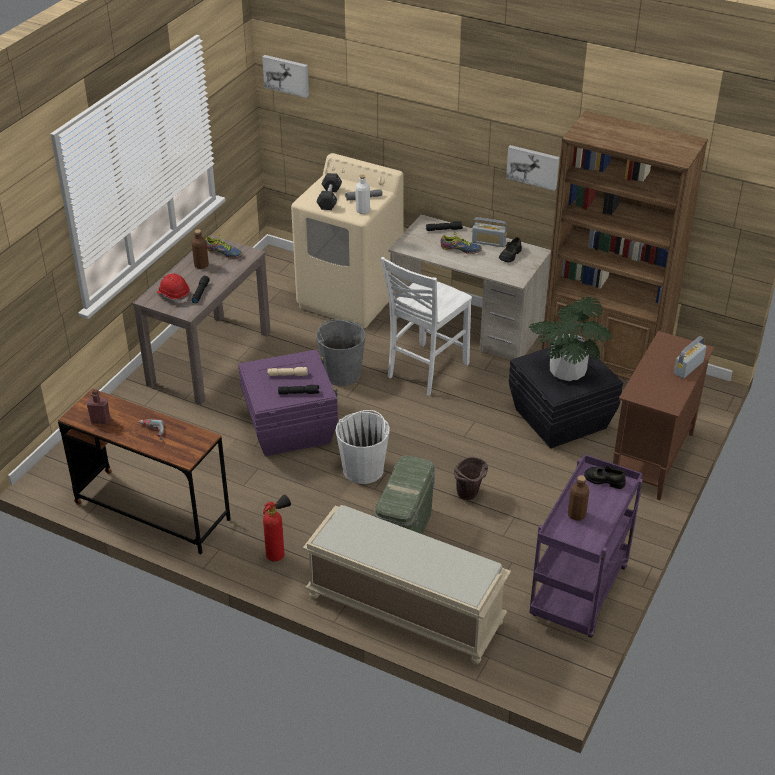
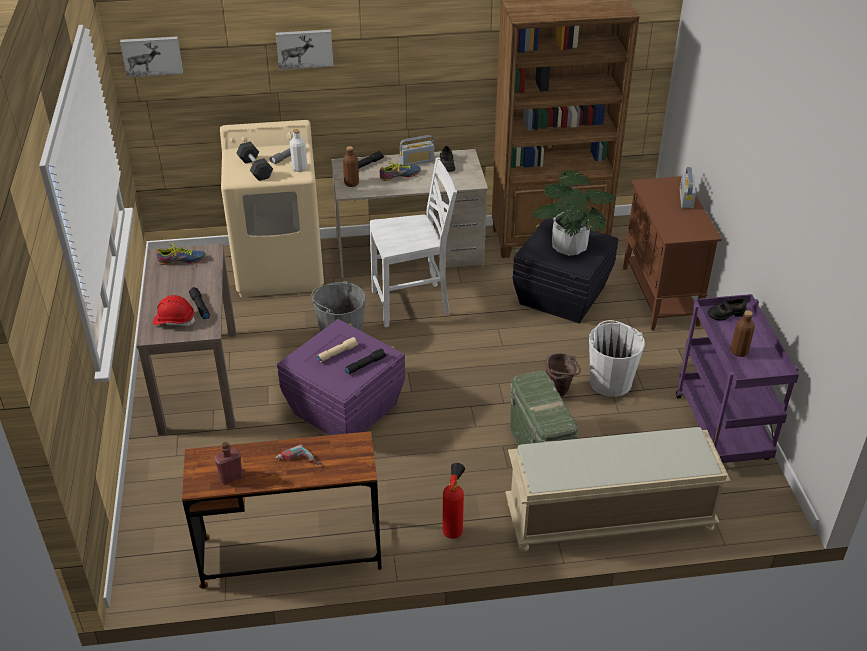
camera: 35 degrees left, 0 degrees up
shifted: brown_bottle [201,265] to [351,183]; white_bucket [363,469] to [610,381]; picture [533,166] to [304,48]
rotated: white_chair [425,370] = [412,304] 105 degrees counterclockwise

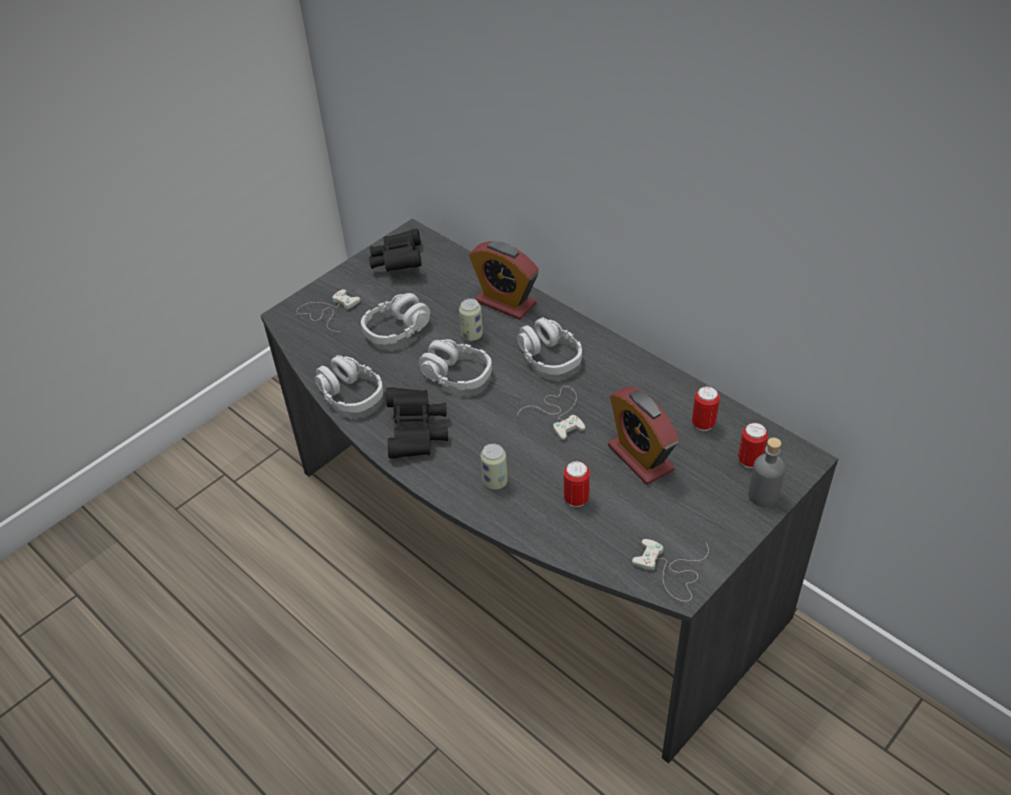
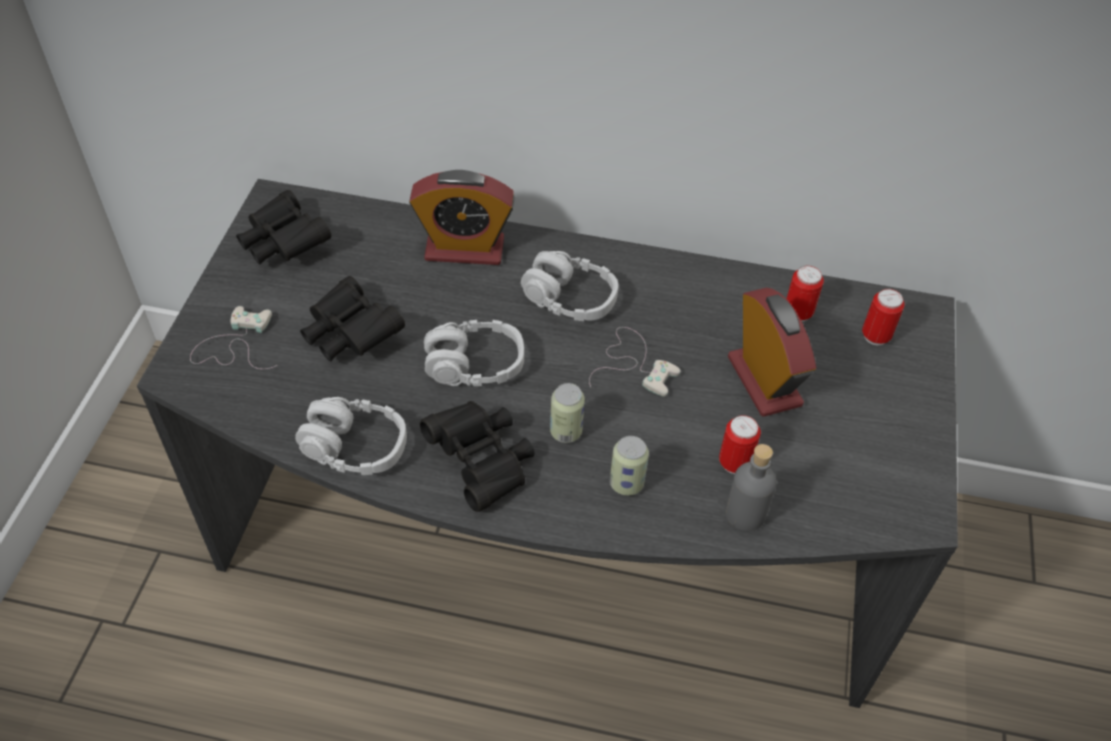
camera: 35 degrees left, 5 degrees up
gone: white_game_controller [671,571]
shifted: can [472,335] to [566,431]; grey_bottle [763,495] to [745,514]
swapped: grey_headphones [396,329] to black_binoculars [350,334]
rotated: alarm_clock [640,457] = [764,381] 135 degrees counterclockwise

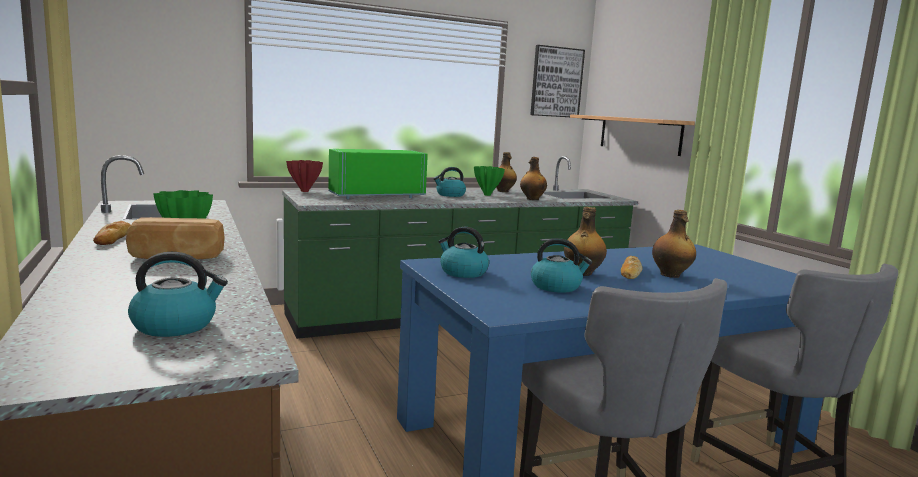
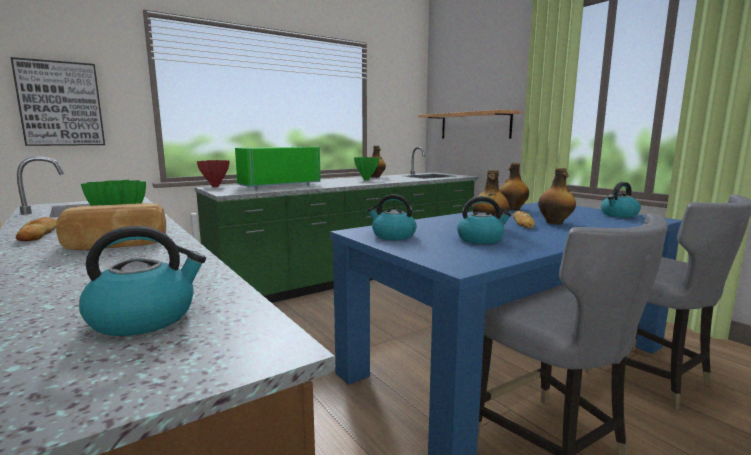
camera: 10 degrees left, 0 degrees up
shifted: kettle [450,195] to [619,215]; bottle [532,199] to [512,209]; picture [556,82] to [60,104]

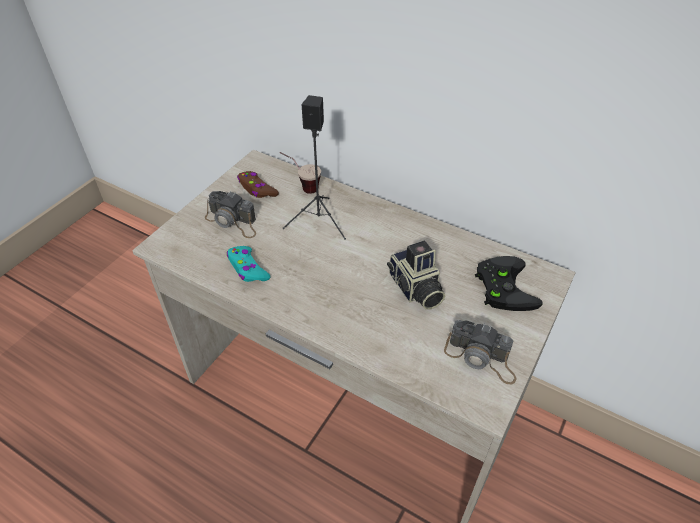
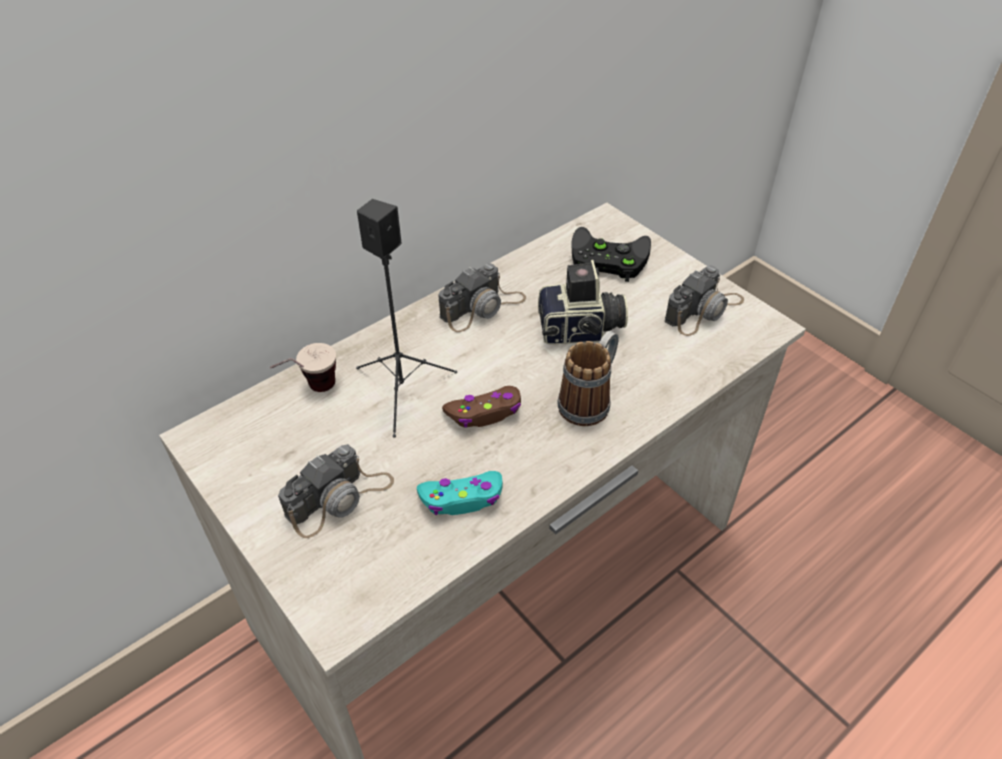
camera: 70 degrees left, 0 degrees up
new: photo_camera [483,307]; mug [590,400]
shifted: brown_game_controller [257,189] to [485,413]

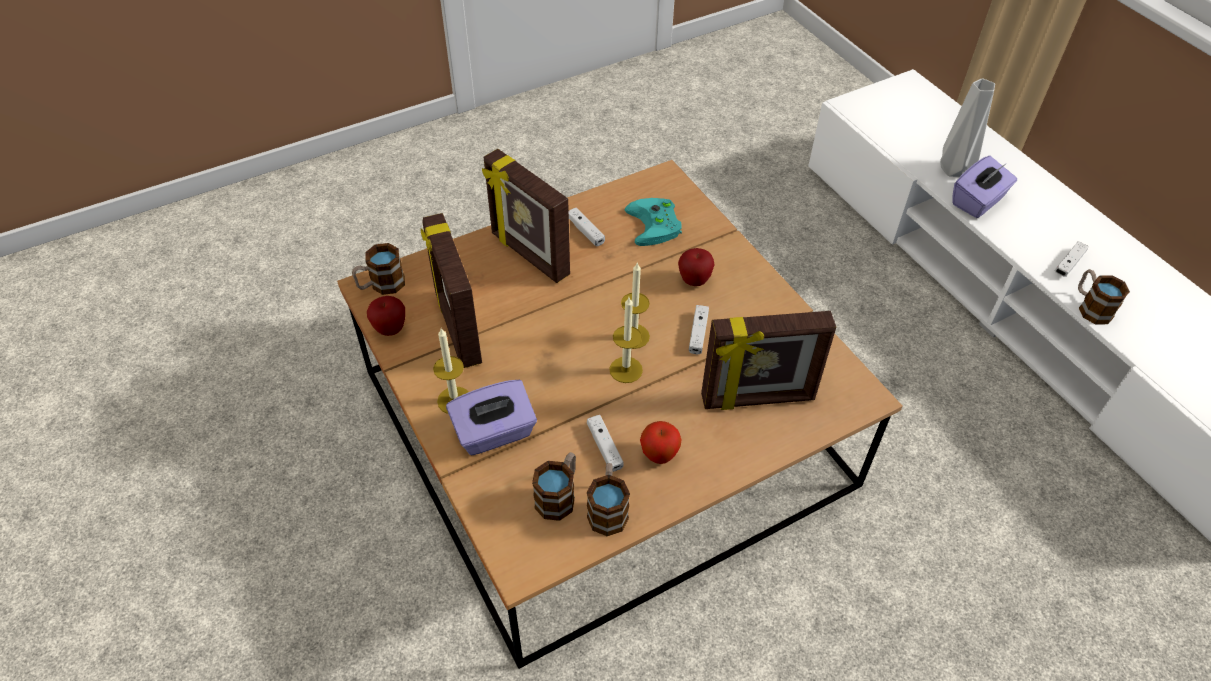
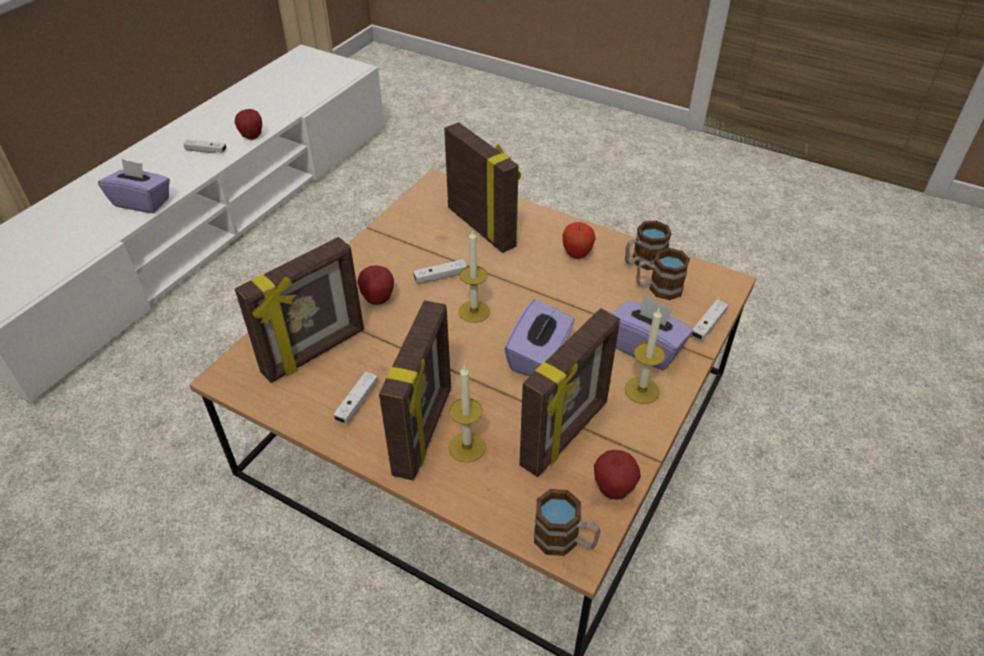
camera: 120 degrees left, 5 degrees down
gone: grey_vase [953,171]
new: purple_tissue_box [539,357]
shifted: white_game_controller [604,447] to [708,325]; candle [626,370] to [467,447]
swapped: turquoise_game_controller [656,226] to picture_frame [315,352]; mug [1090,307] to apple [252,137]

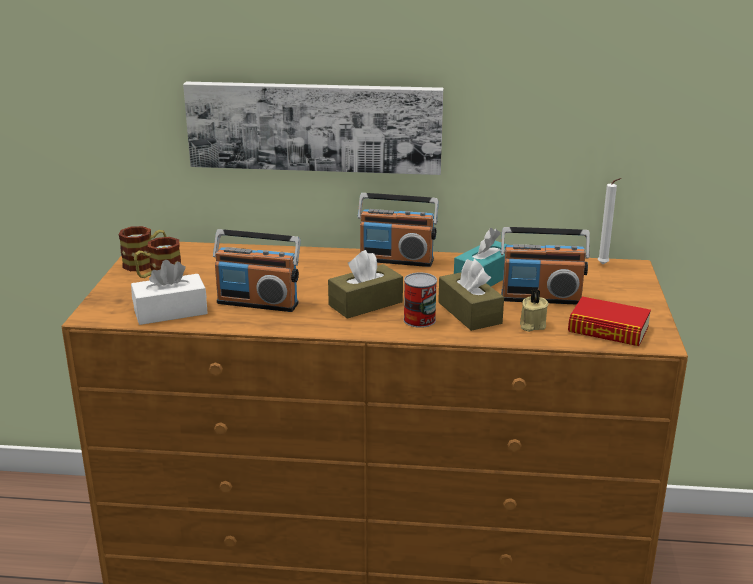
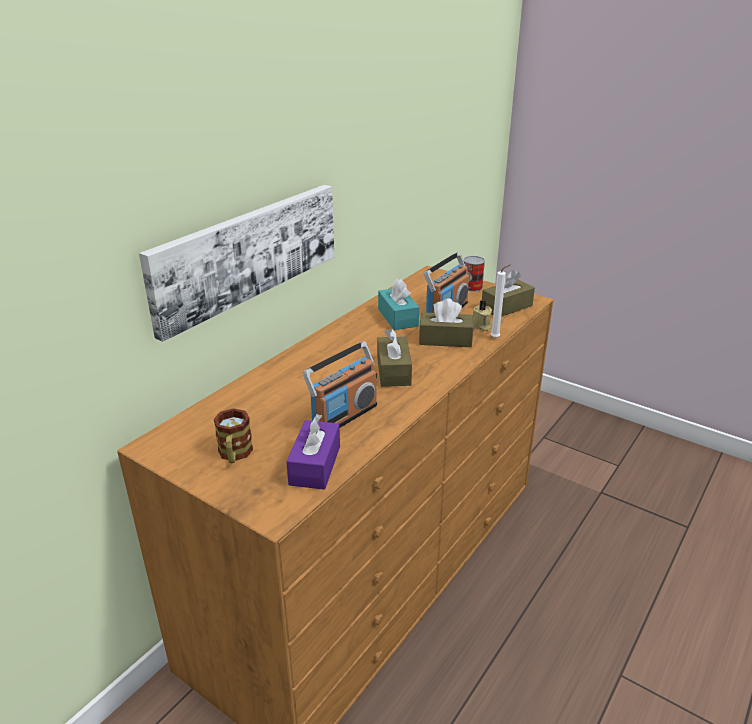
camera: 60 degrees left, 5 degrees up
gone: mug [145,263]; radio [396,260]
shifted: can [419,320] to [472,287]; white_candle [604,265] to [496,338]
swapped: book [608,329] to brown_tissue_box [506,307]
repainted: white_tissue_box [170,312] to purple_tissue_box [315,465]

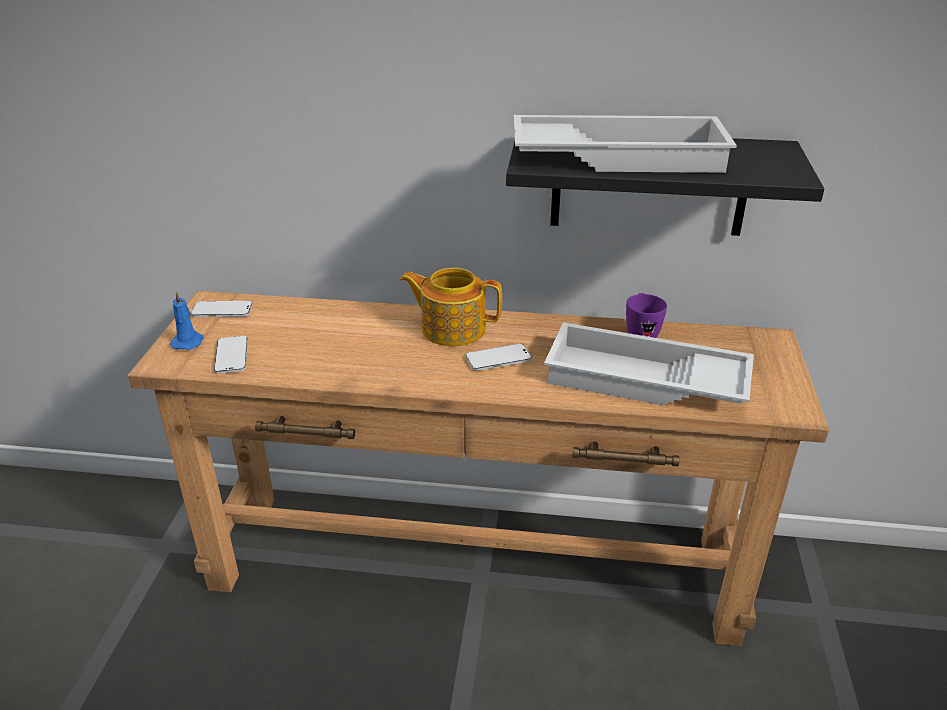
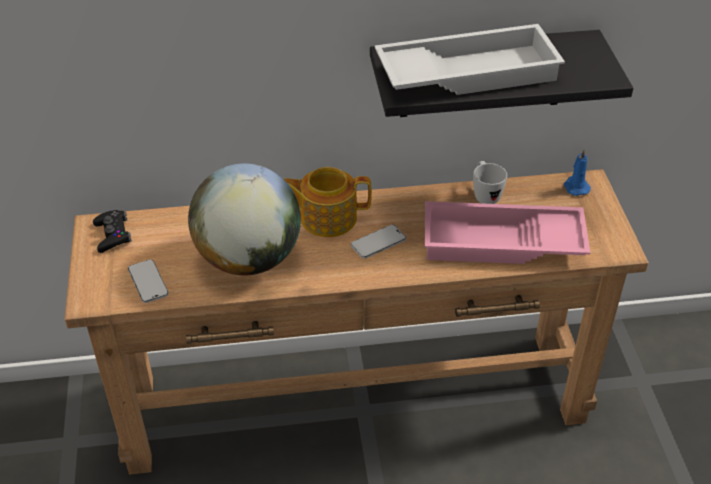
camera: 15 degrees left, 10 degrees up
new: globe [249,259]
shifted: blue_candle [188,341] to [575,187]
swapped: phone [222,311] to black_game_controller [113,235]
repainted: white_tray [644,382] to pink_tray [501,244]; purple_mug [641,333] to white_mug [485,195]

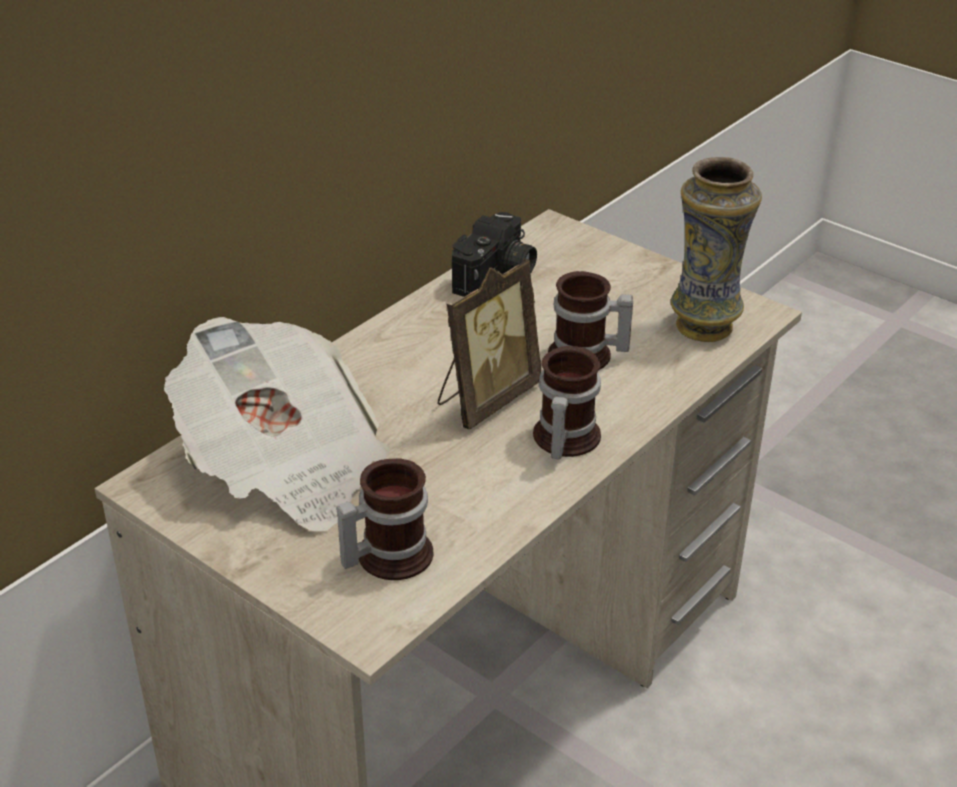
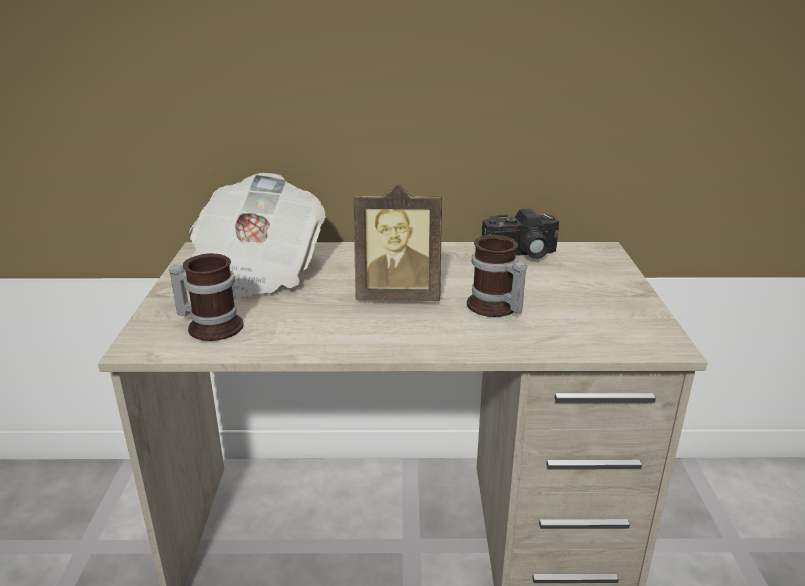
camera: 50 degrees right, 10 degrees down
gone: mug [562,439]; vase [704,325]

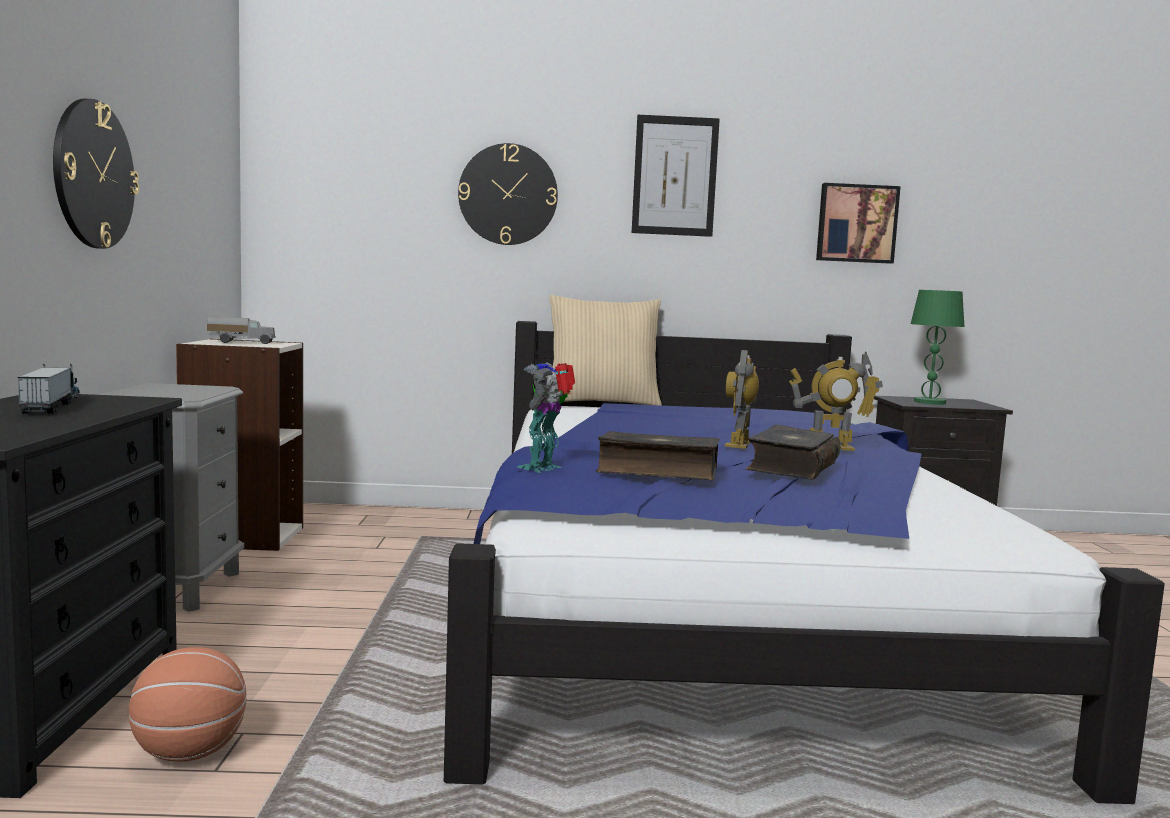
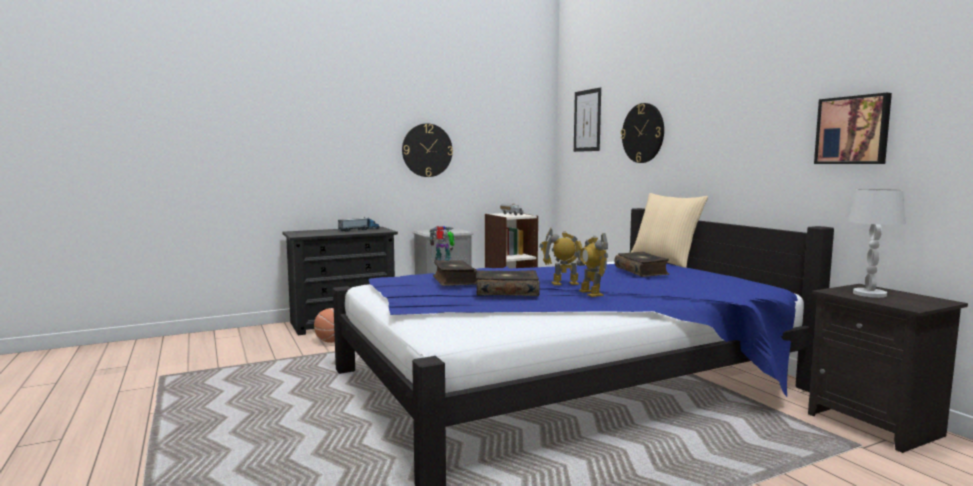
camera: 65 degrees right, 0 degrees up
new: book [642,271]
shifted: picture [675,176] to [587,120]
repainted: green_table_lamp [929,402] to white_table_lamp [869,294]

